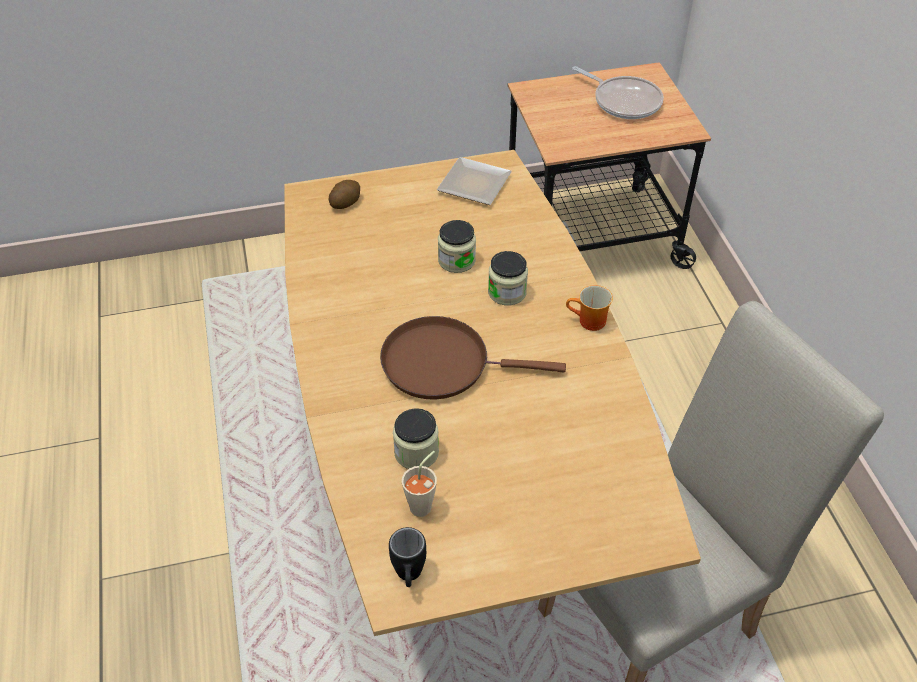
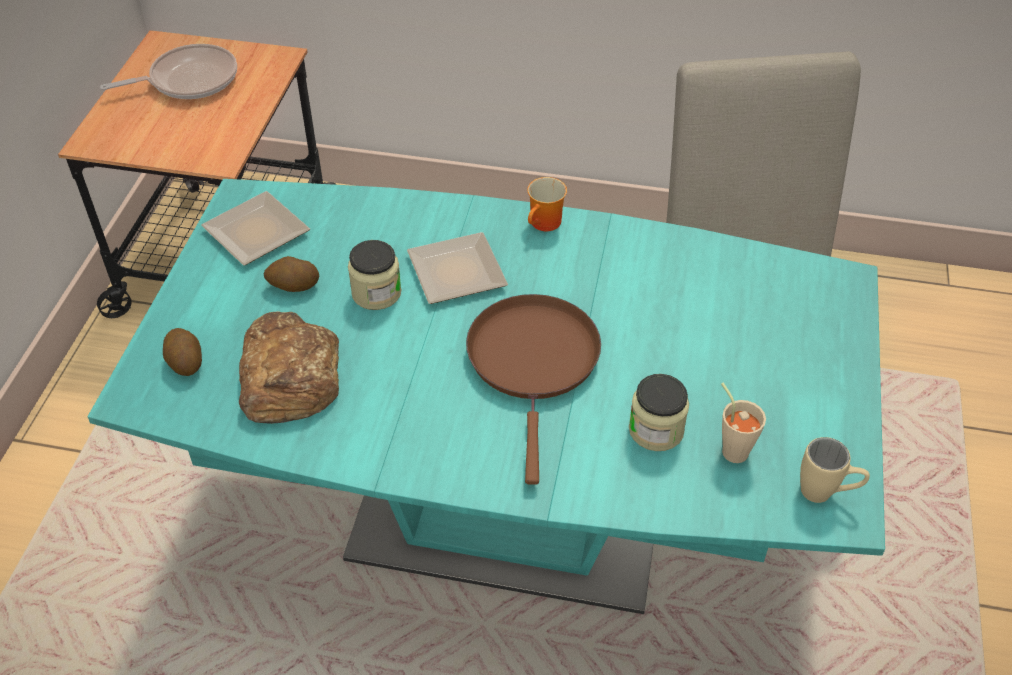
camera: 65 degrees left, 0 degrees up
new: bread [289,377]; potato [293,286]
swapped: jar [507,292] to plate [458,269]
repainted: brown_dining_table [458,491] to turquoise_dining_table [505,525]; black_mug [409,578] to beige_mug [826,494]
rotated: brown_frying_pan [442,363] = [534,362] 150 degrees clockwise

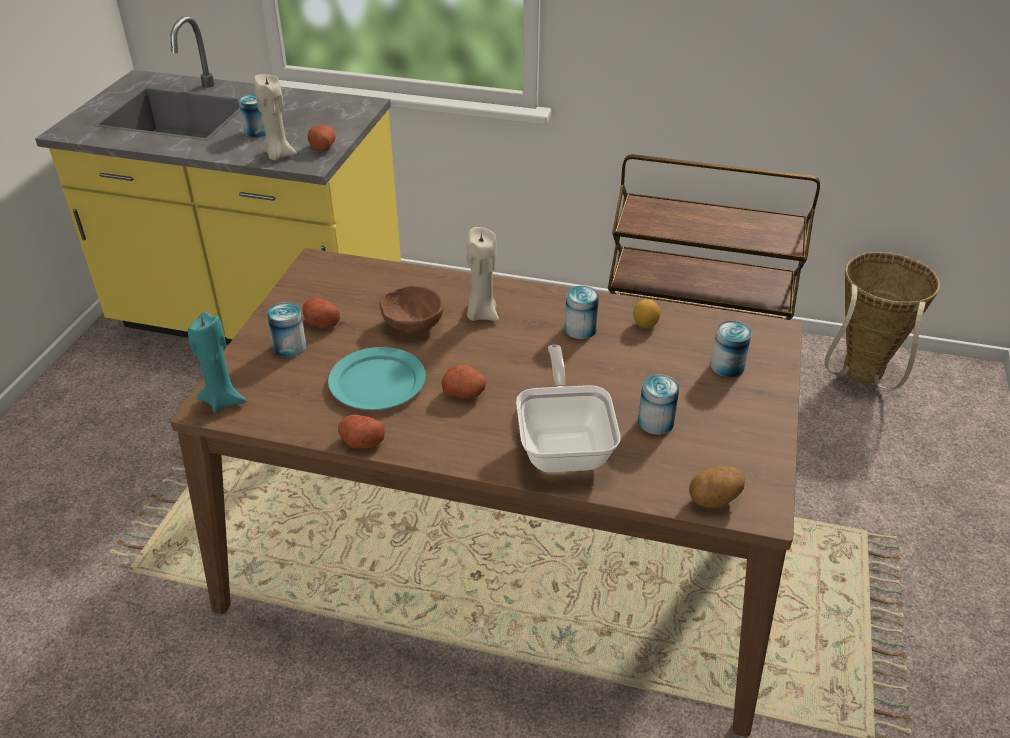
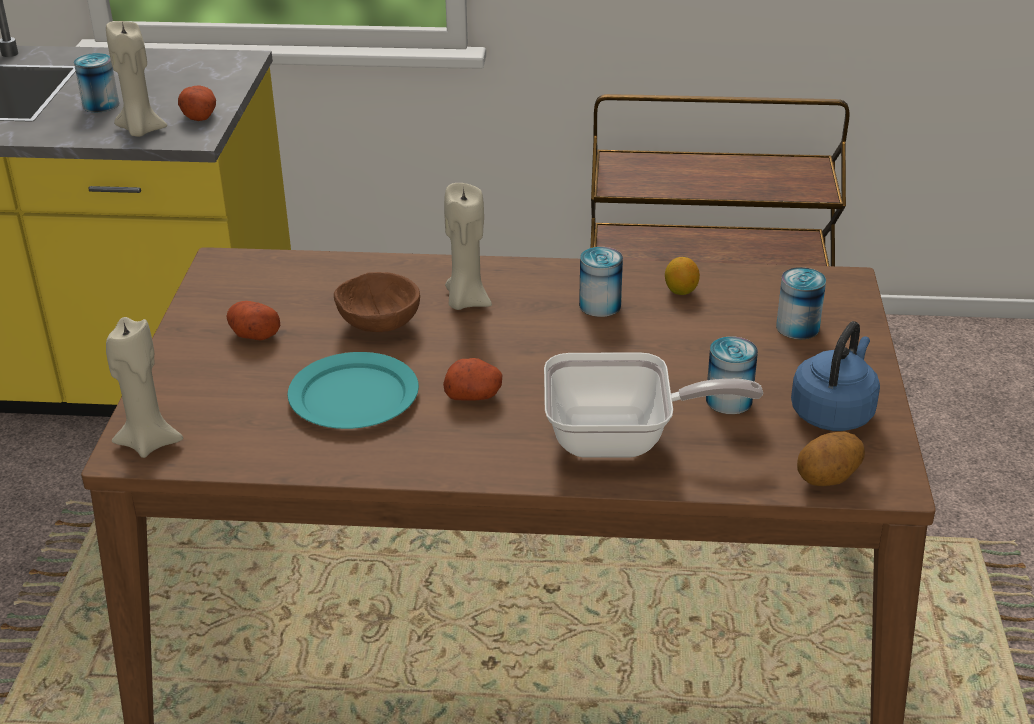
camera: 10 degrees left, 5 degrees down
gone: can [290,347]; potato [361,441]; basket [860,378]
new: blue_kettle [833,412]
repainted: turquoise_candle [223,400] to beige_candle [149,442]
rotated: frying_pan [564,445] = [622,440] 105 degrees clockwise

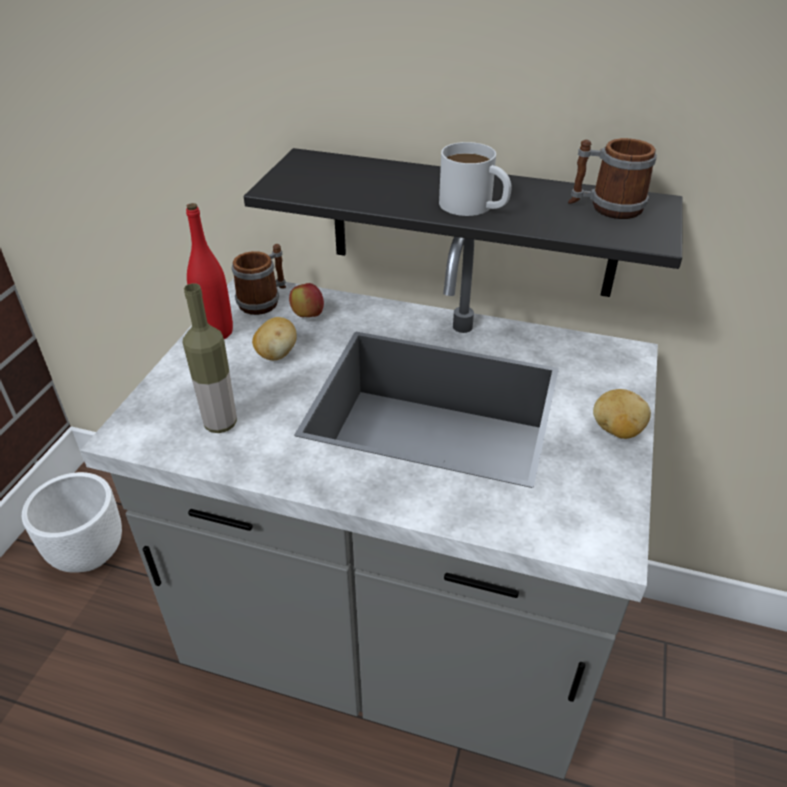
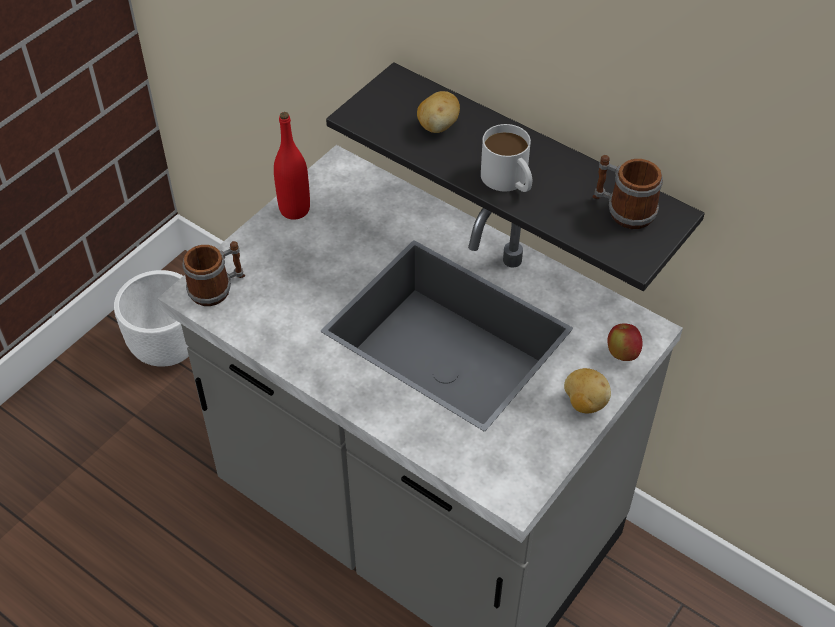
camera: 20 degrees right, 10 degrees up
gone: bottle [220,423]
shifted: mug [264,300] to [217,288]; potato [277,354] to [438,126]; apple [307,315] to [622,353]

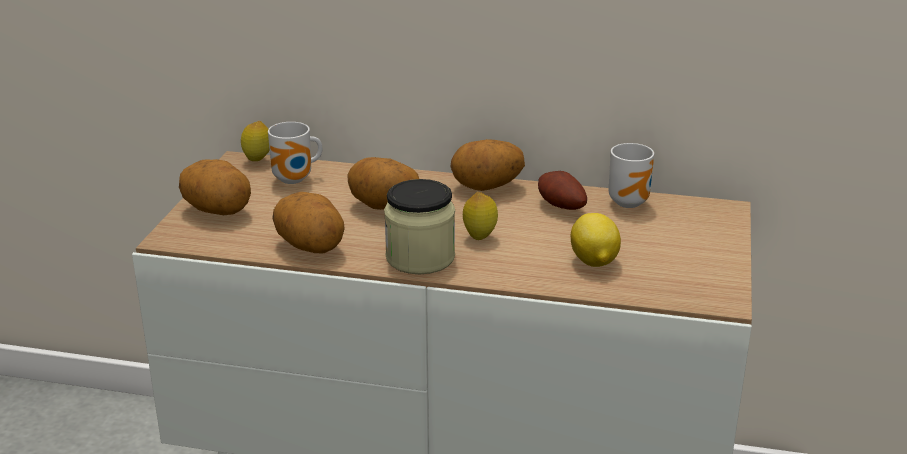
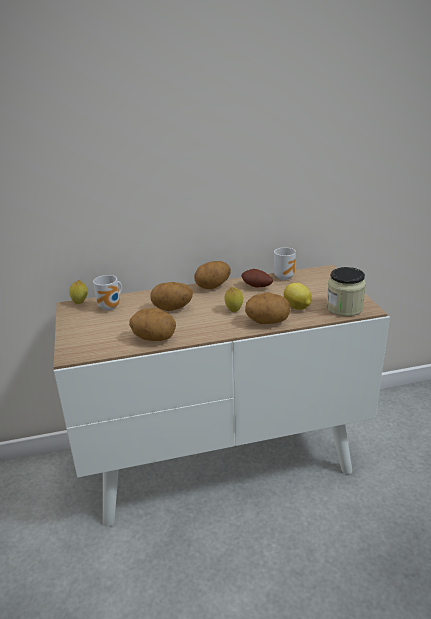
camera: 25 degrees left, 0 degrees up
shifted: potato [218,211] to [267,322]; jar [420,258] to [344,308]

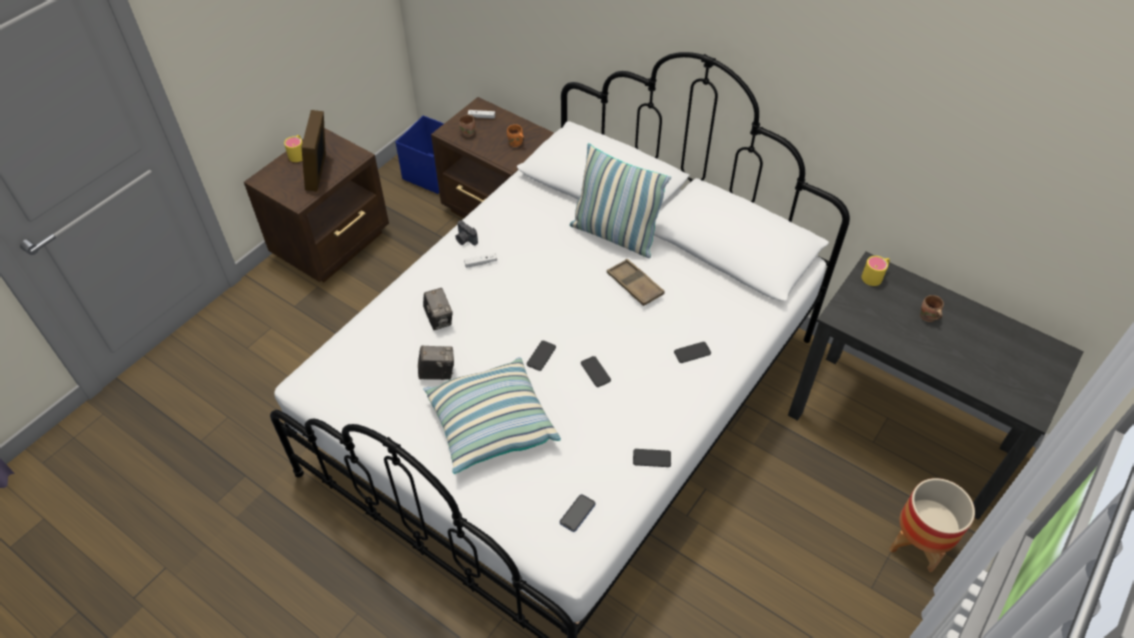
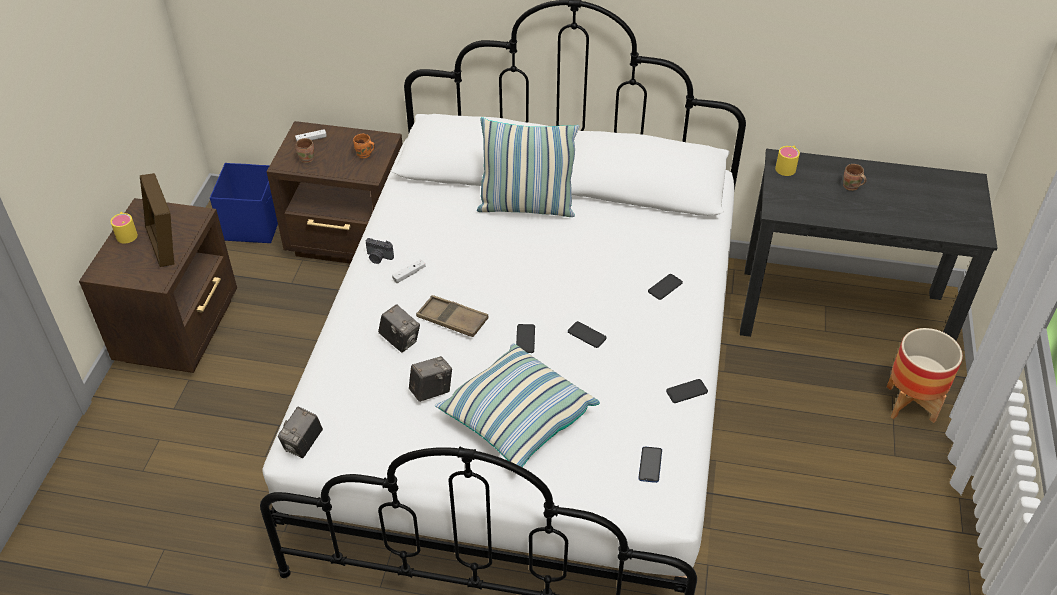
camera: 25 degrees left, 5 degrees down
new: photo_camera [303,444]
shifted: brown_tray [634,285] to [452,320]

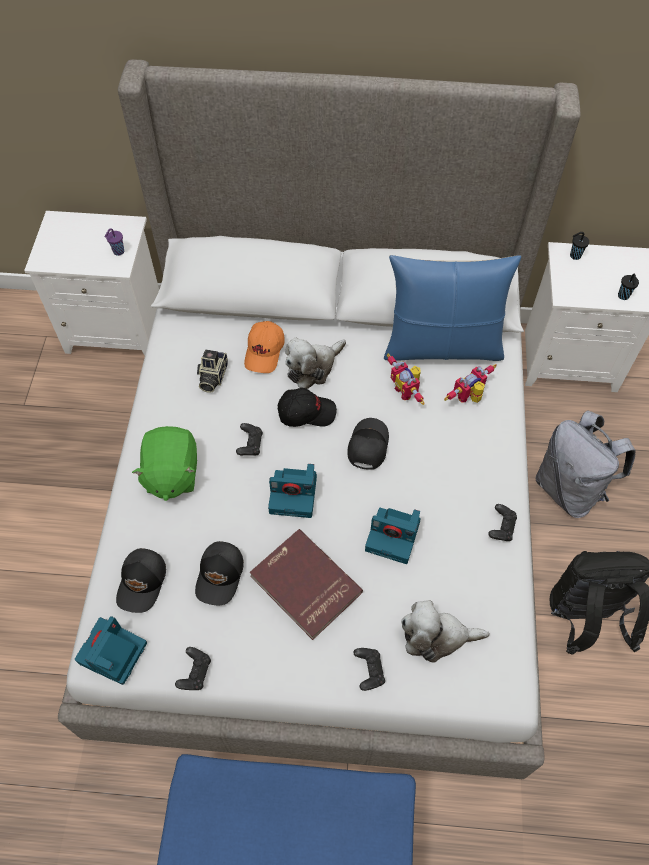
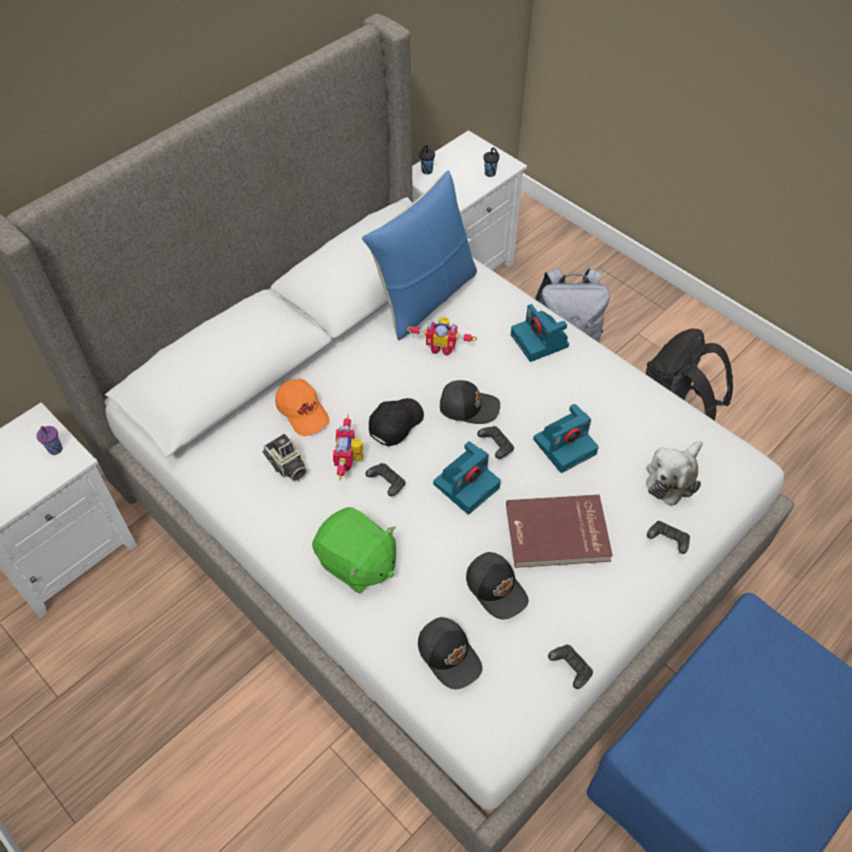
camera: 50 degrees left, 5 degrees down
gone: plush_toy [313,367]
shifted: photo_camera [112,654] to [540,341]; toy_robot [469,398] to [350,462]; black_game_controller [501,527] to [496,446]
rotated: black_cap [367,446] = [468,406] 135 degrees clockwise

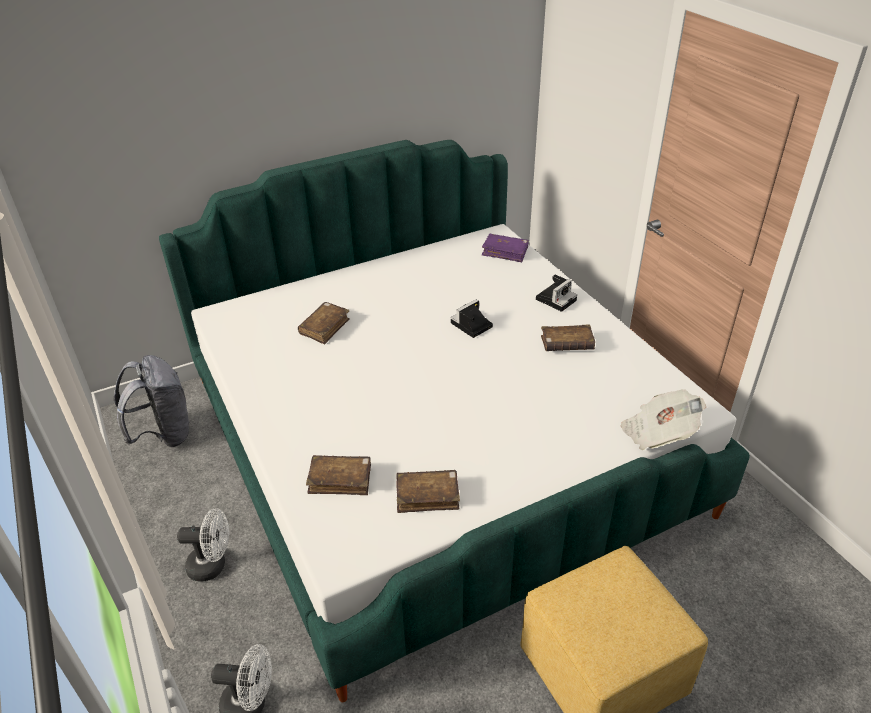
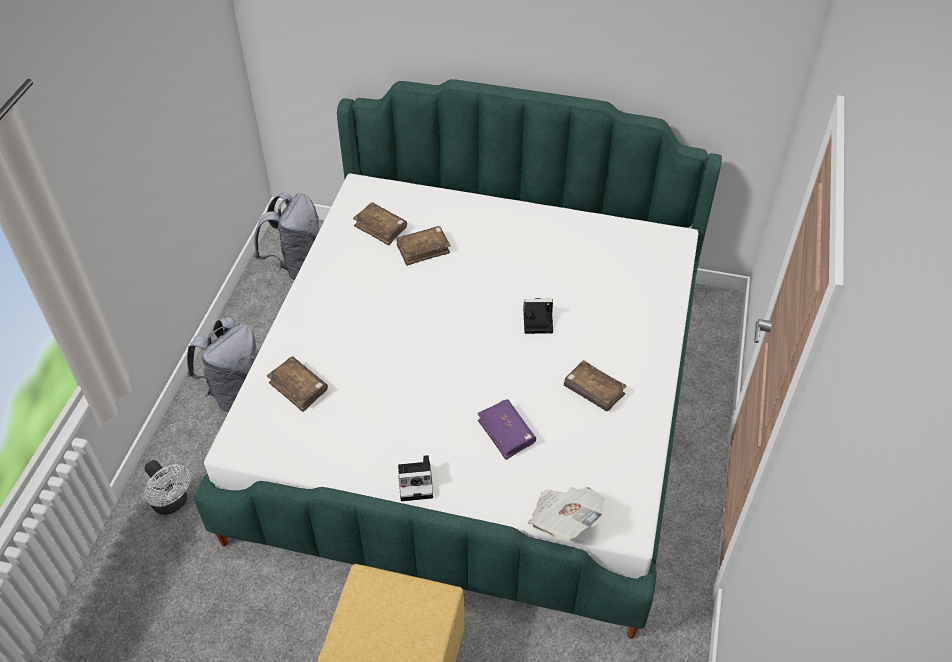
camera: 40 degrees right, 10 degrees up
shifted: brown_book [427,496] to [380,228]; purple_book [505,252] to [506,433]; photo_camera [556,299] to [417,481]
swapped: white_fan [213,565] to grey_backpack [236,391]

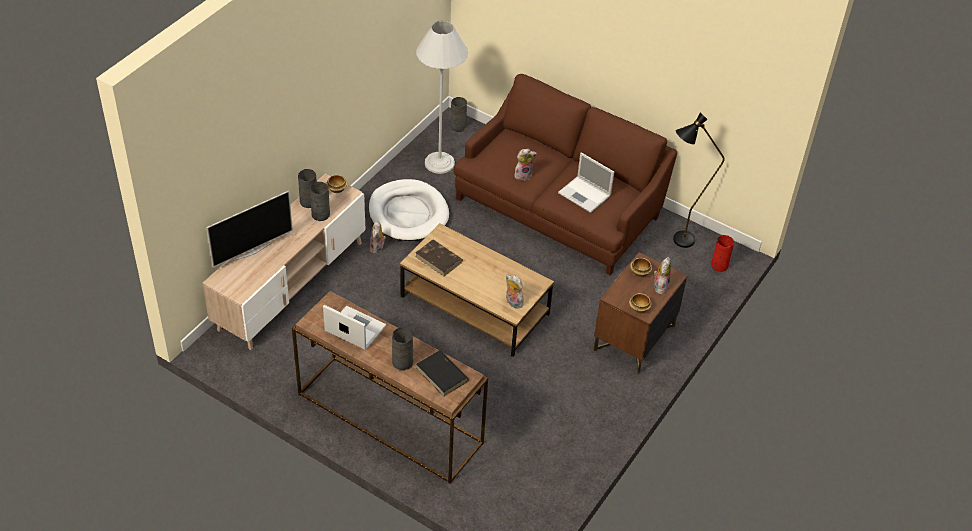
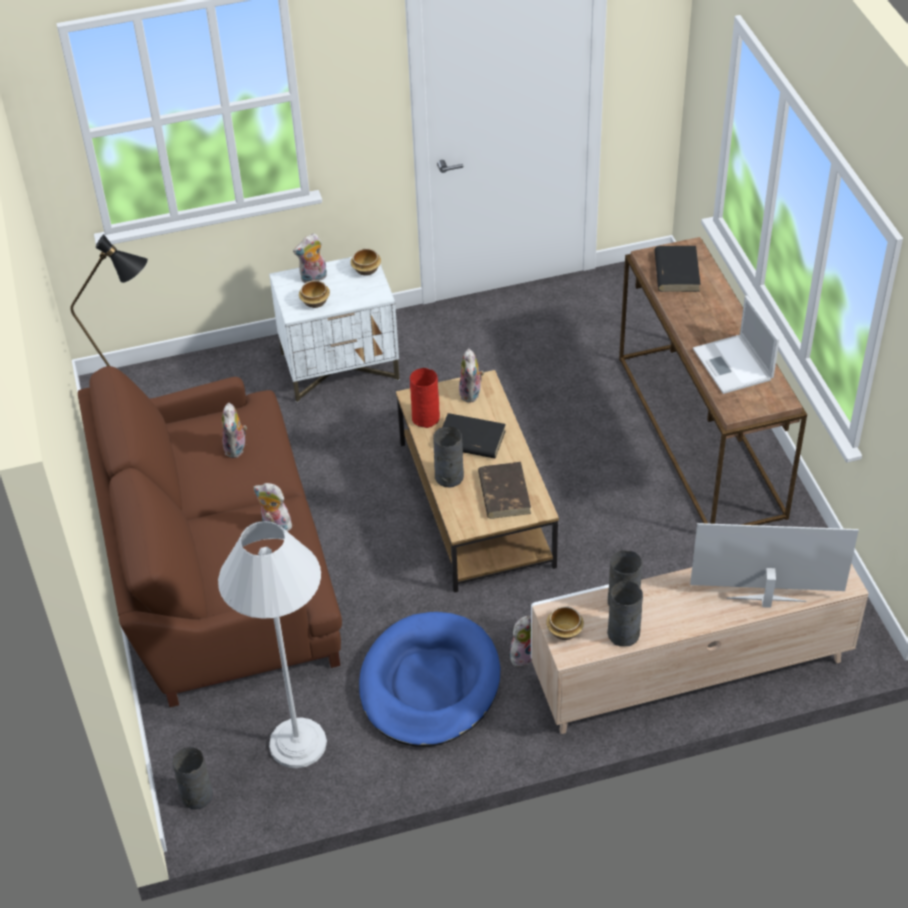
camera: 135 degrees left, 0 degrees up
new: black_book [470,439]
shifted: grey_vase [402,362] to [448,477]; red_vase [718,265] to [426,418]
swapped: laptop [585,195] to plush_toy [237,448]
repainted: white_dog_bed [408,213] to blue_dog_bed [429,684]; brown_nightstand [634,338] to white_nightstand [340,366]

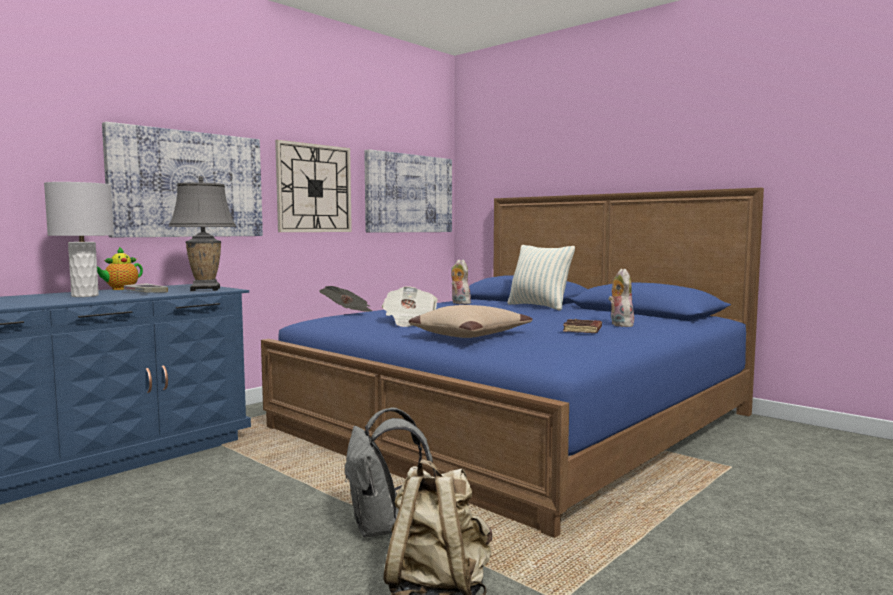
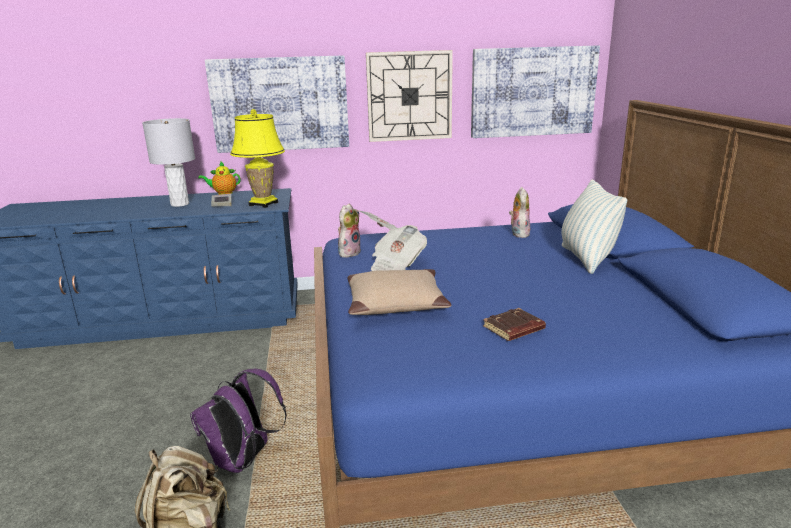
camera: 40 degrees right, 15 degrees up
shifted: plush_toy [619,325] to [349,253]
repainted: grey_table_lamp [205,289] to yellow_table_lamp [263,204]; grey_backpack [382,528] to purple_backpack [243,460]

